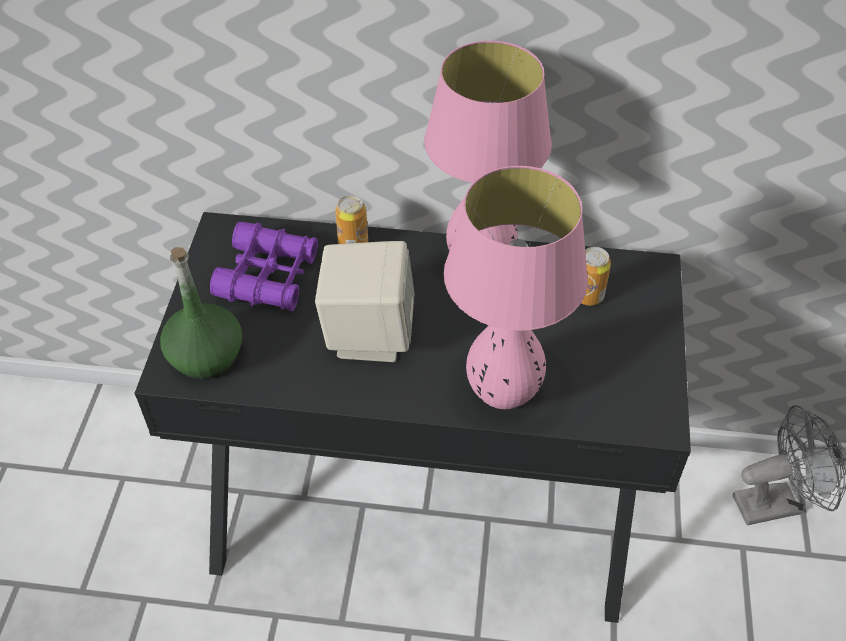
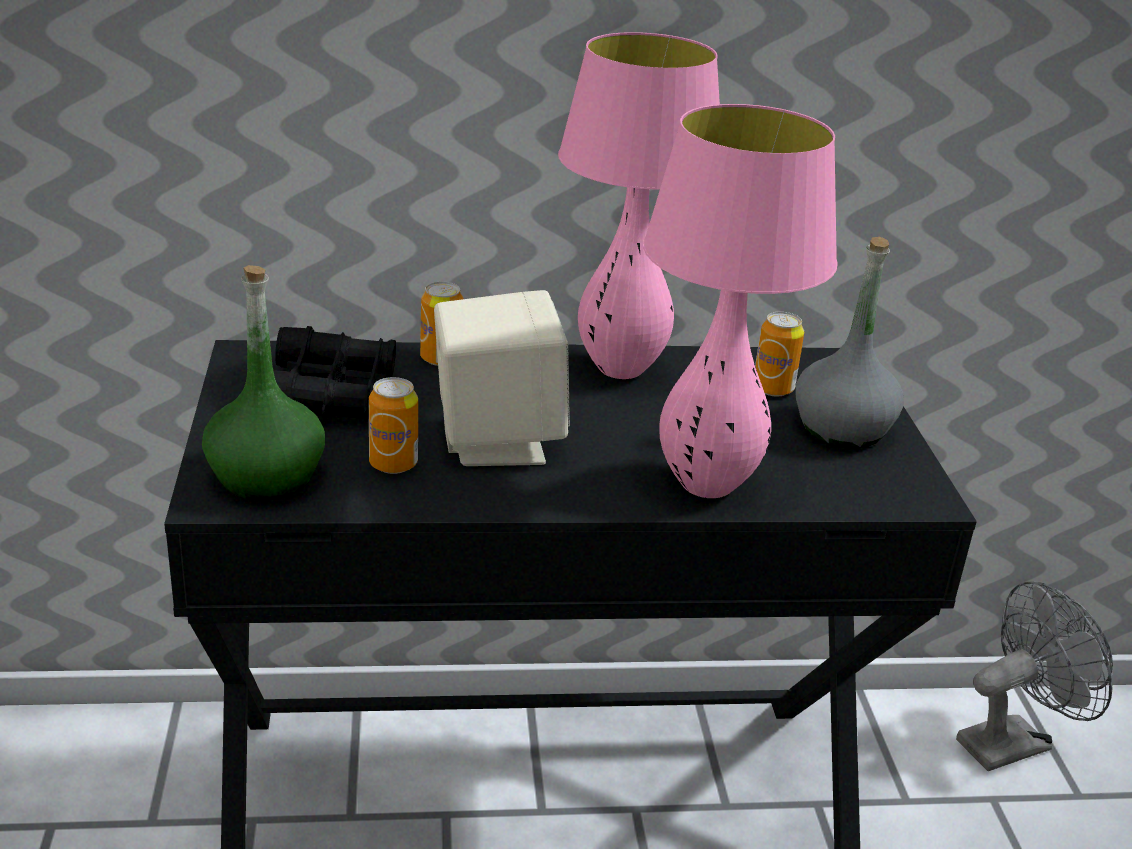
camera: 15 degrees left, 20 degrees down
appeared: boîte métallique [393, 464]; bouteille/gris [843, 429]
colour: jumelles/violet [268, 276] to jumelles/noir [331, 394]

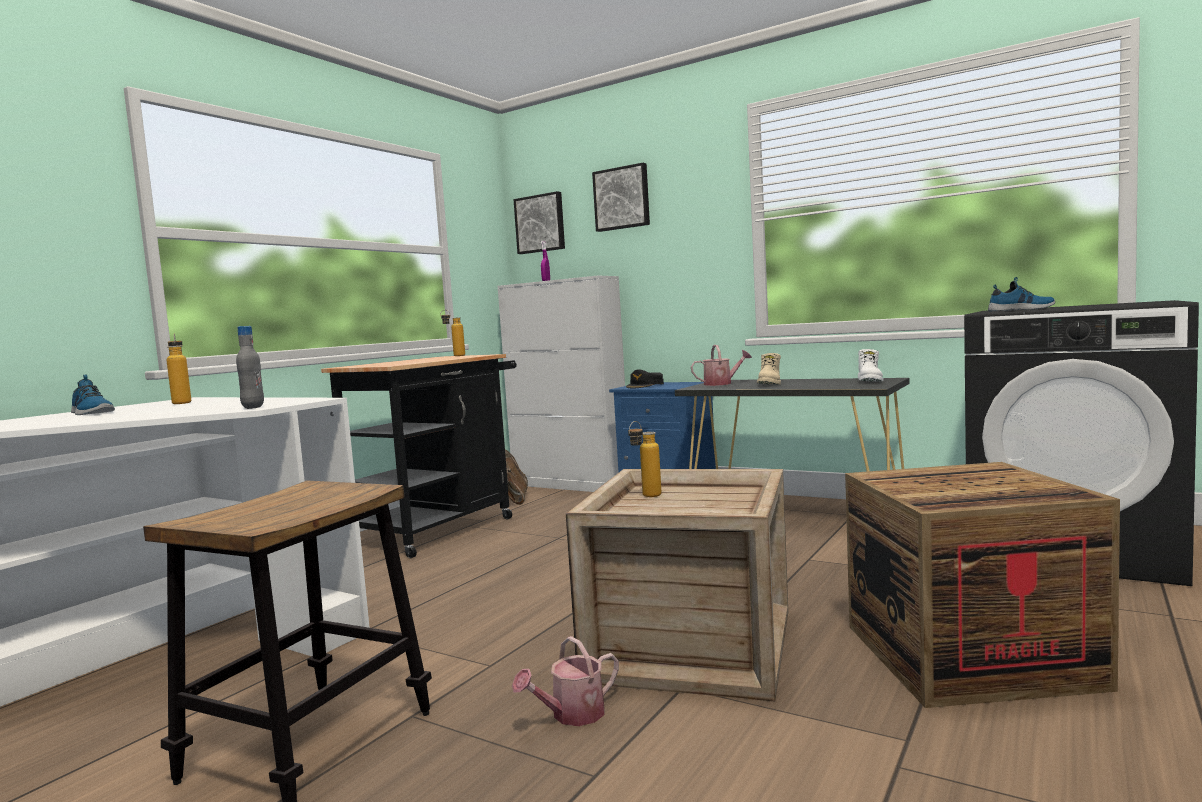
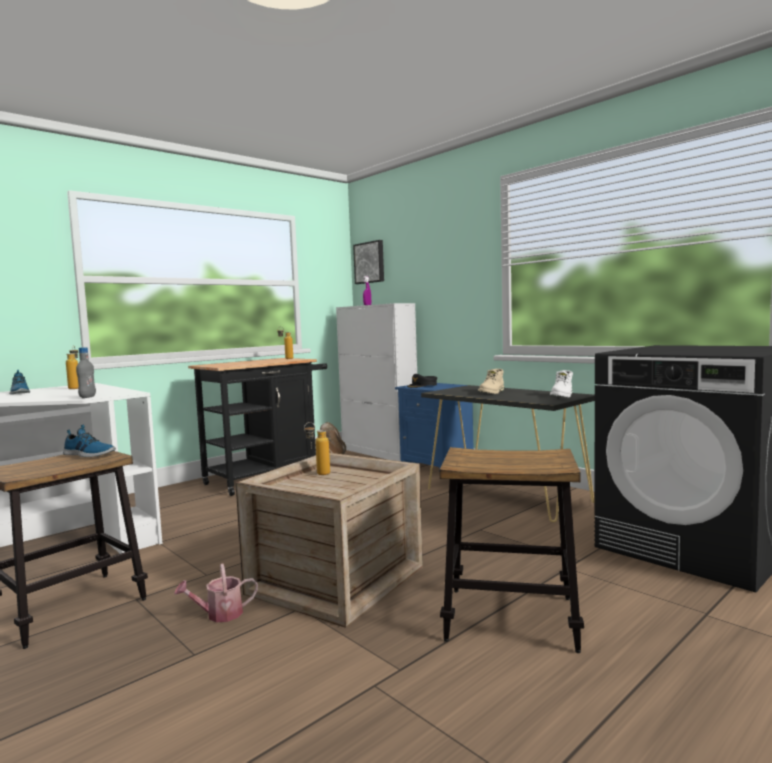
camera: 15 degrees right, 0 degrees up
missing: tableau [622, 198]; arrosoir [721, 383]
relocated: chaussure [1022, 309] to [88, 454]
exchanged: caisse [968, 655] to tabouret [510, 618]

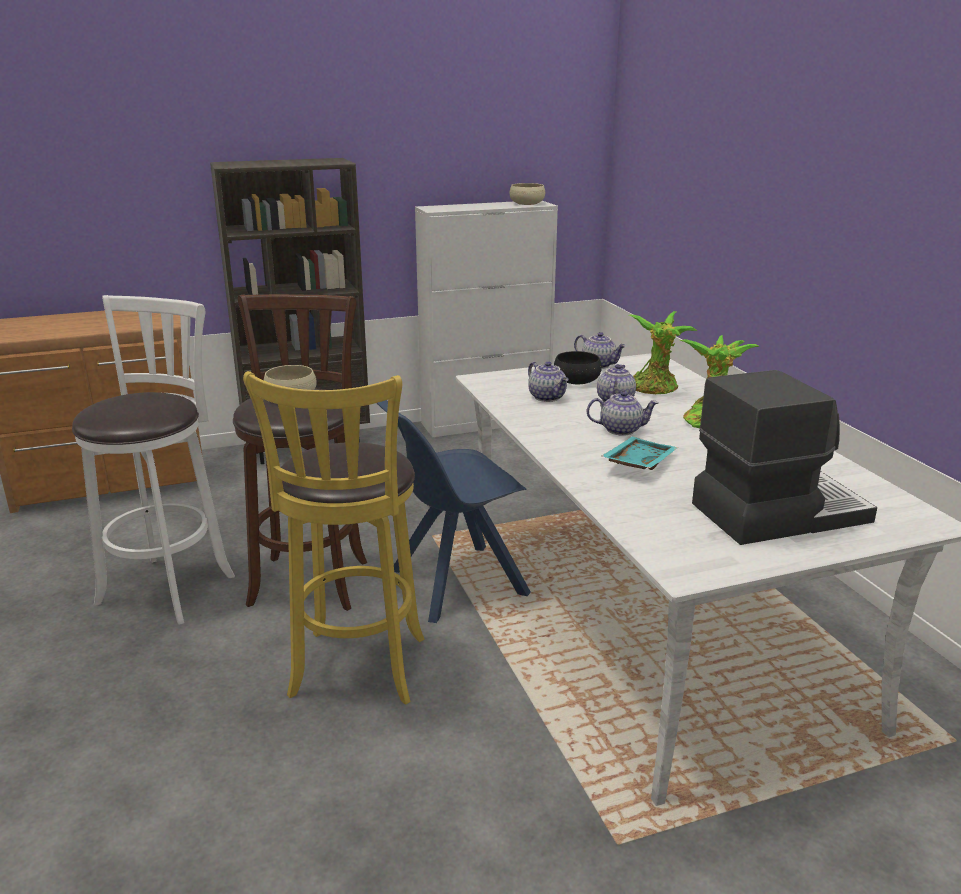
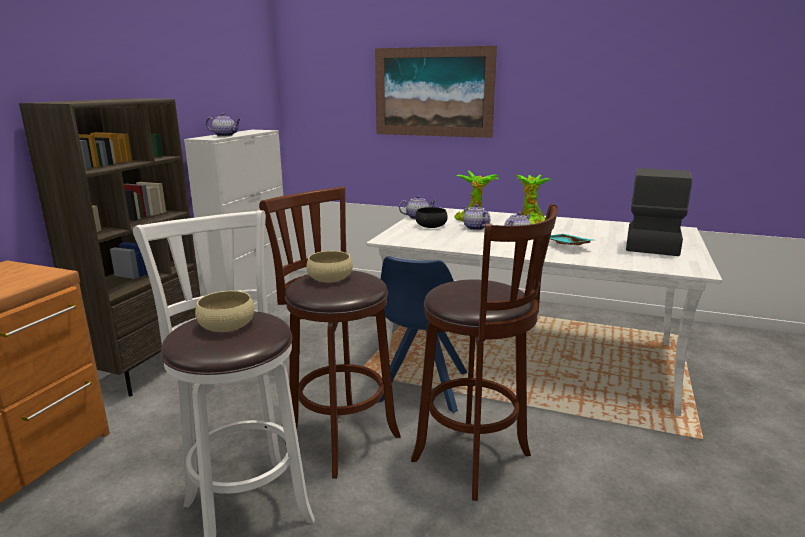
camera: 50 degrees left, 5 degrees down
appeared: tableau [433, 92]
relocated: bol/beige [527, 203] to [227, 325]; théière [548, 397] to [225, 135]
colour: tabouret/jaune [357, 671] to tabouret/marron [476, 460]

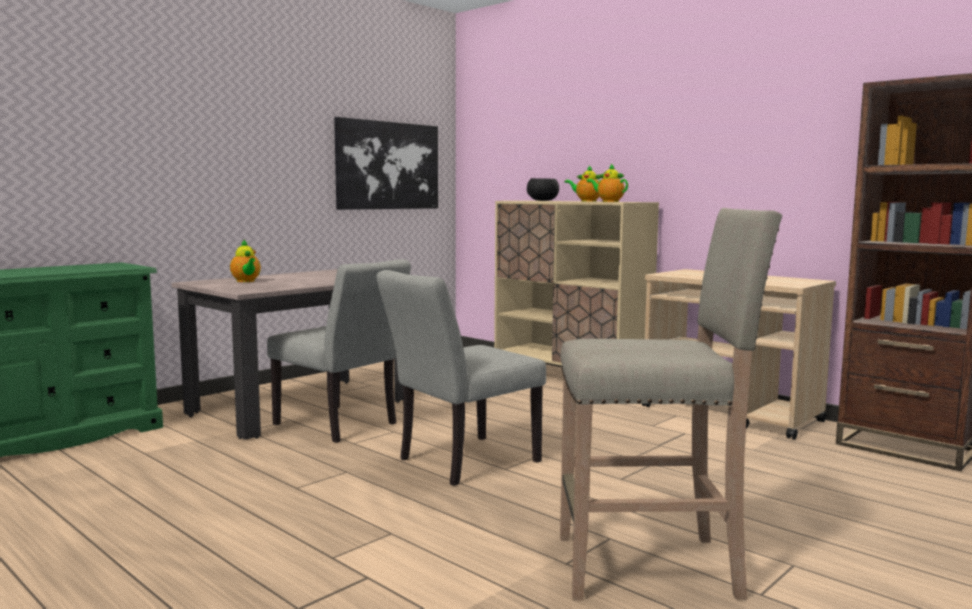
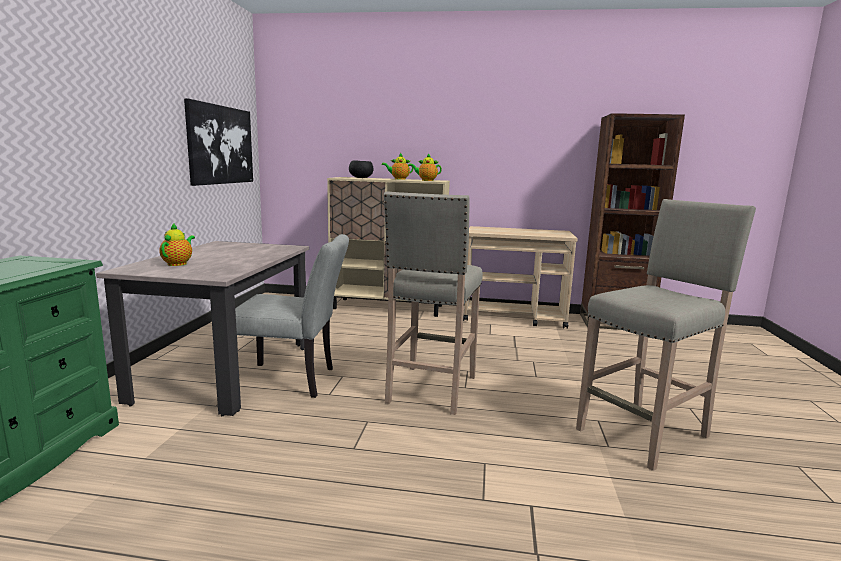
camera: 35 degrees left, 5 degrees up
exchanged: chaise/gris [460, 462] to tabouret/beige [430, 390]
spun: théière [246, 281] = [178, 263] 105 degrees counterclockwise

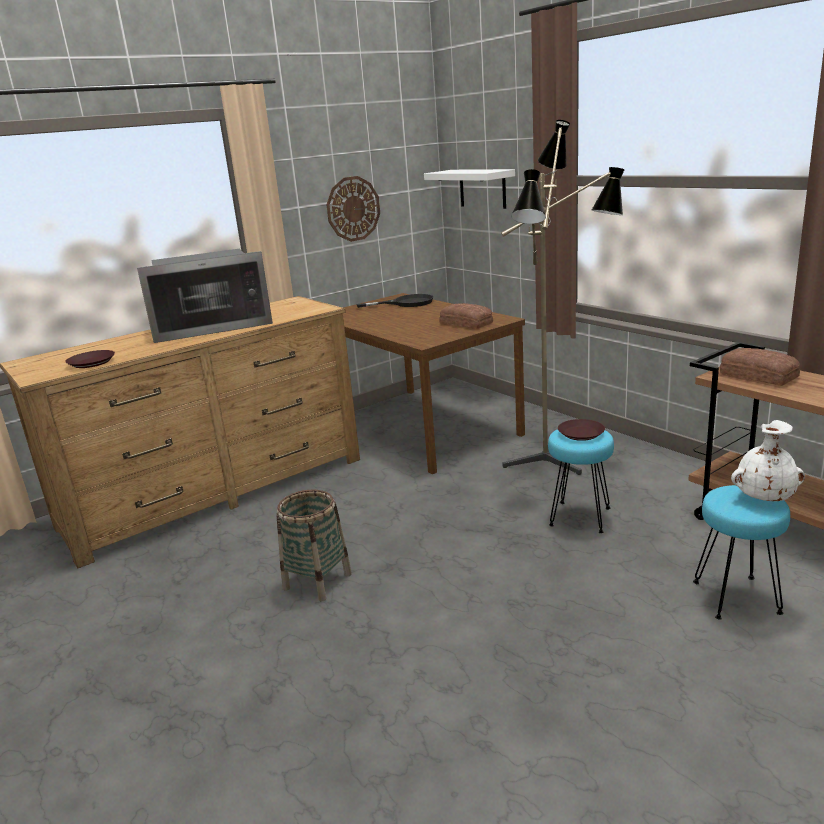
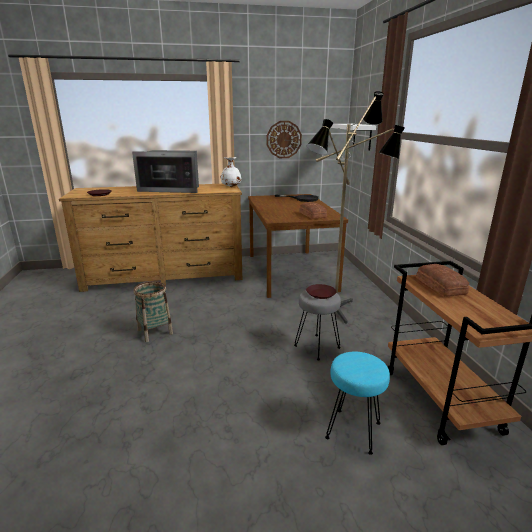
camera: 25 degrees right, 0 degrees up
relocated: vase/blanc [764, 498] to [231, 187]
colour: tabouret/turquoise [580, 517] to tabouret/gris [316, 347]

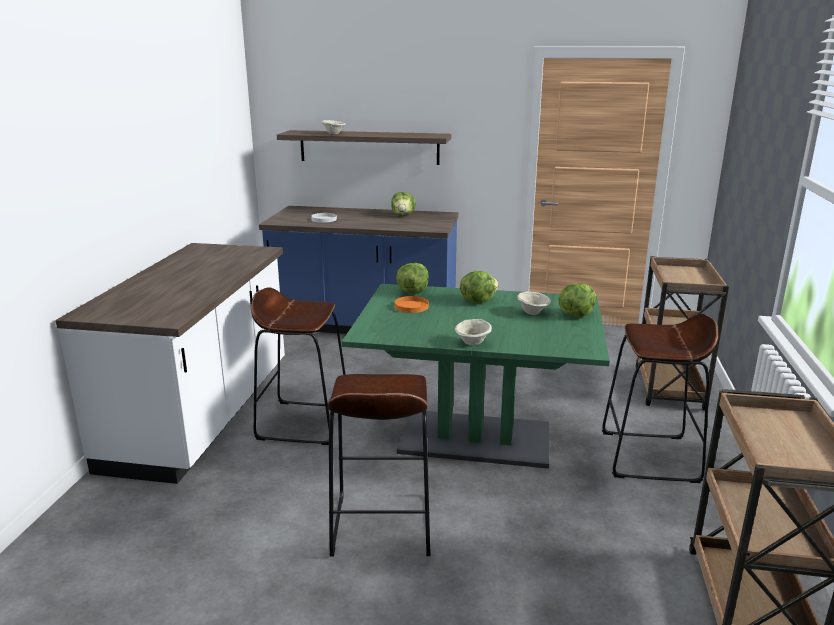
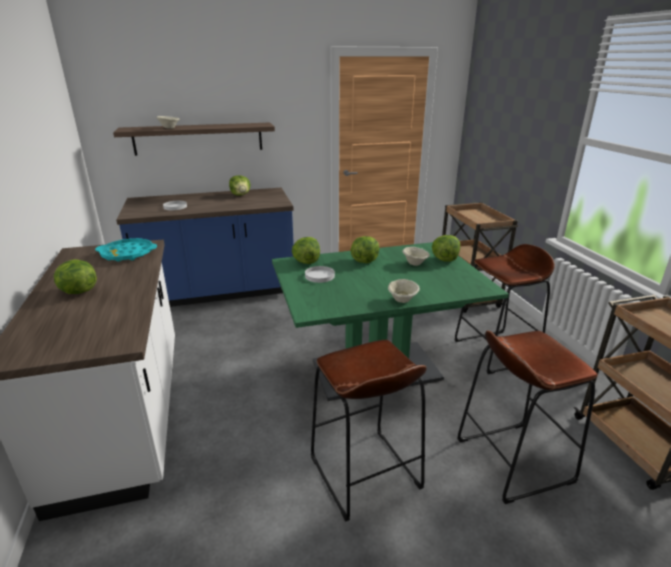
camera: 25 degrees left, 5 degrees up
appeared: laitue [78, 292]; plateau/turquoise [127, 254]
relocated: tabouret/marron [303, 422] to [513, 460]
colour: assiette/orange [411, 306] to assiette/blanc [319, 276]

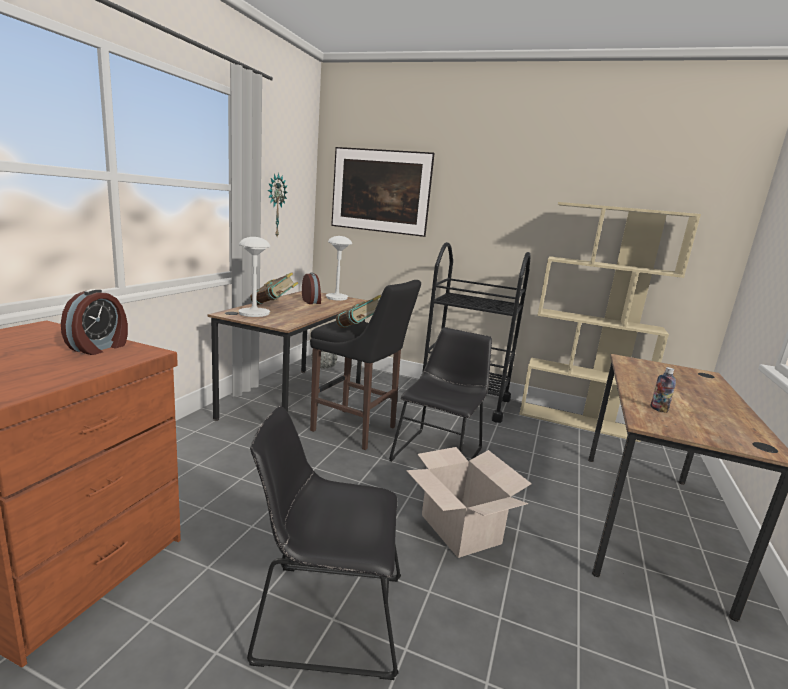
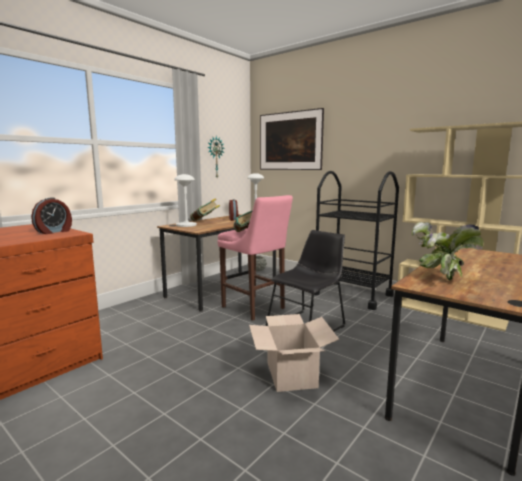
camera: 20 degrees right, 5 degrees down
missing: chaise/noir [324, 616]
exchanged: bouteille [658, 409] to plante en pot [440, 277]
colour: tabouret/noir [357, 430] to tabouret/rose [255, 308]

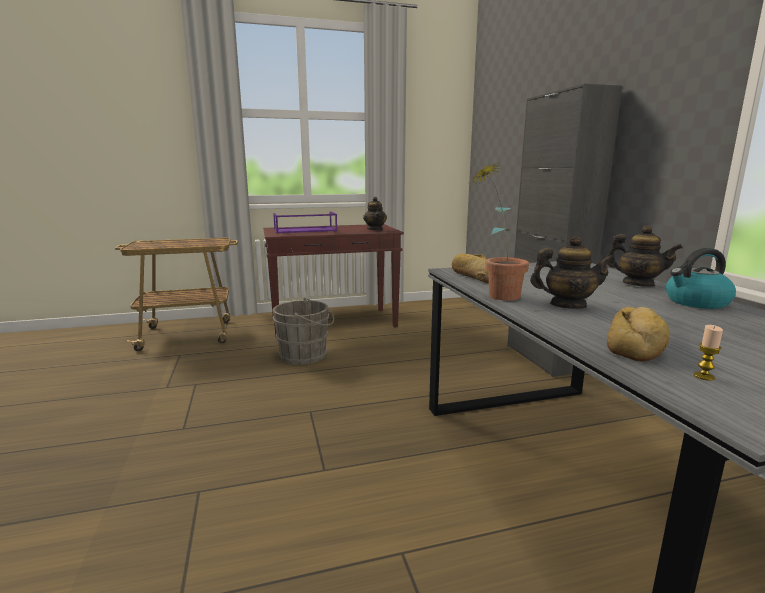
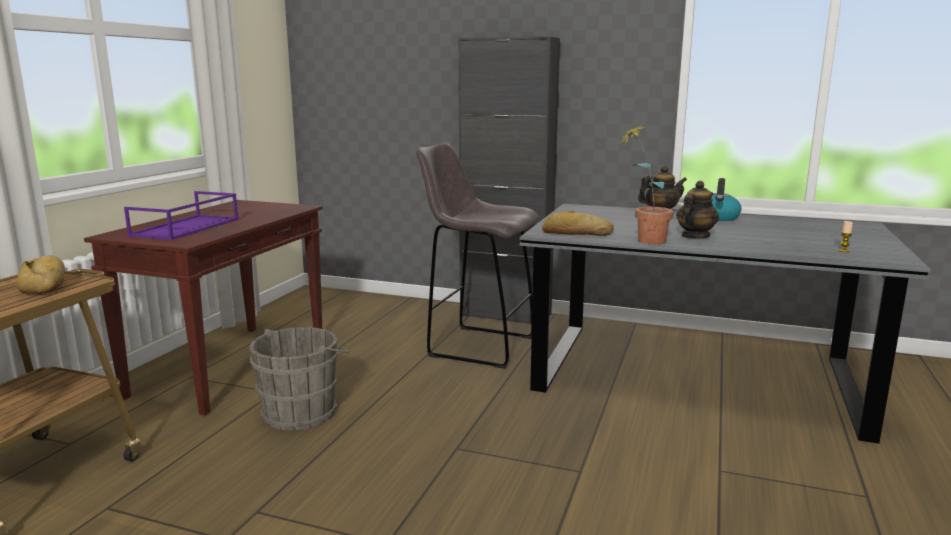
camera: 55 degrees left, 0 degrees up
missing: théière [375, 229]
appeared: tabouret/gris [478, 346]
relocated: pain [636, 342] to [46, 283]

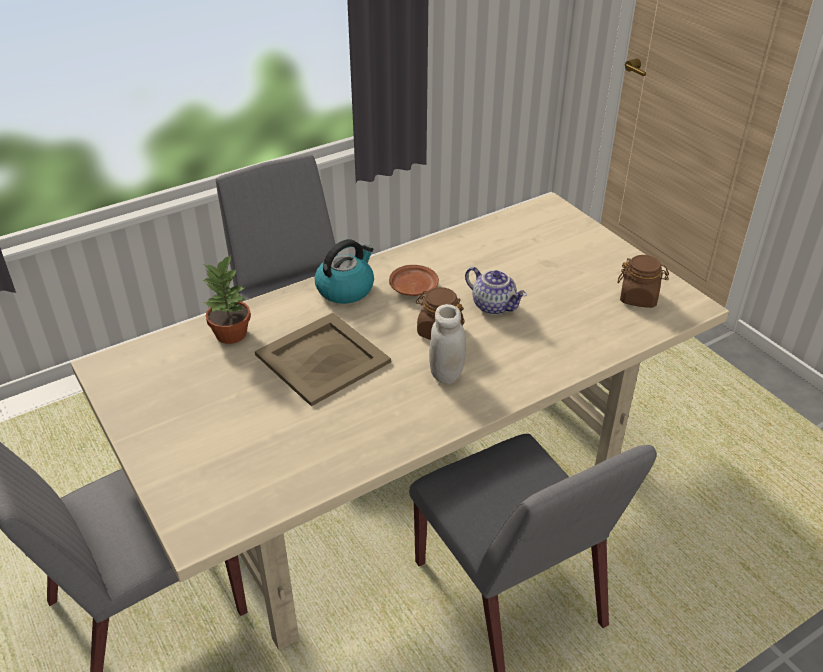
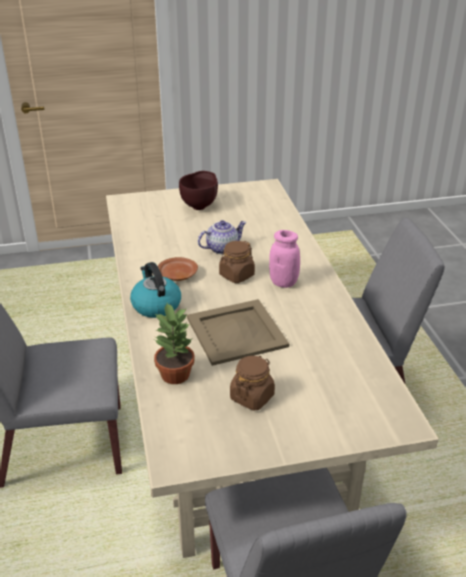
camera: 70 degrees left, 5 degrees down
appeared: bol/marron [200, 206]
relocated: bocal/marron [639, 298] to [252, 397]
colour: bocal/blanc [446, 374] to bocal/rose [283, 282]

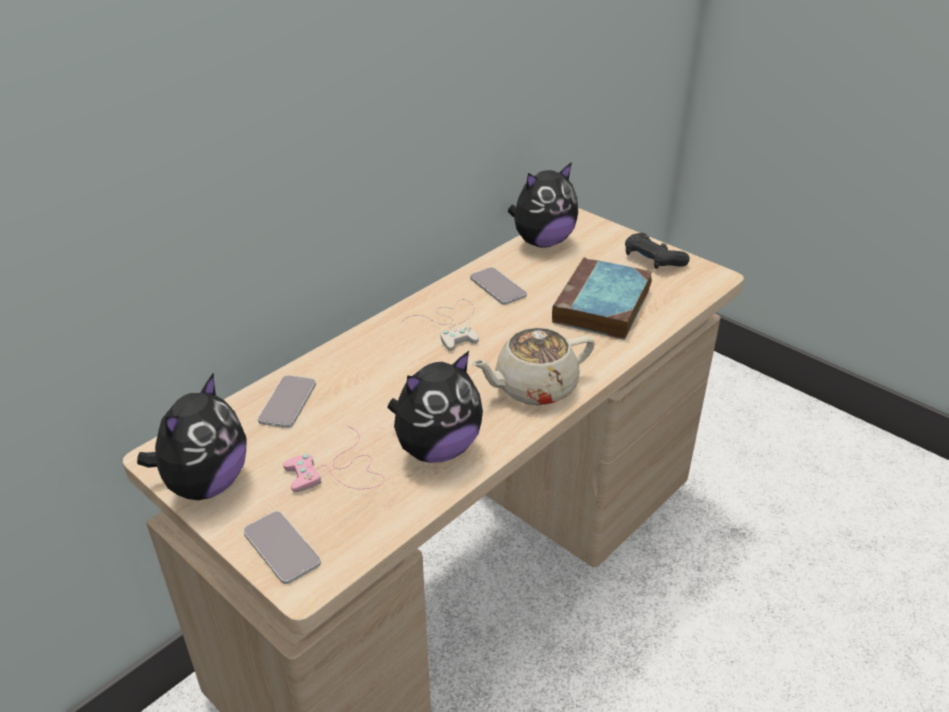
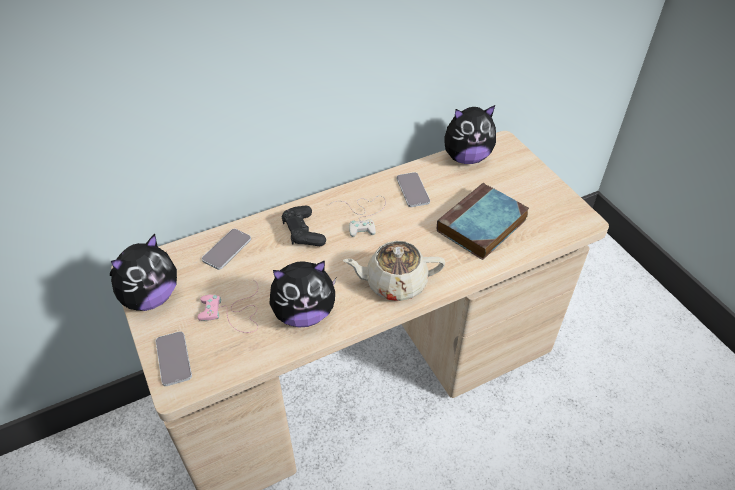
camera: 20 degrees right, 10 degrees up
relocated: manette/noir [652, 259] to [303, 232]

